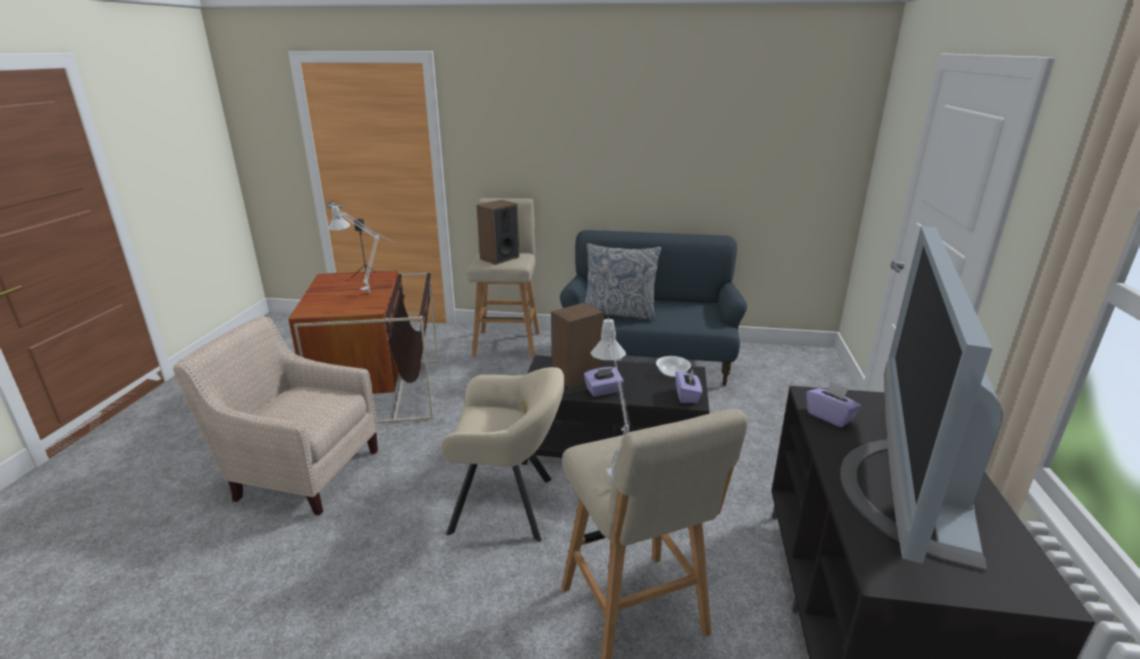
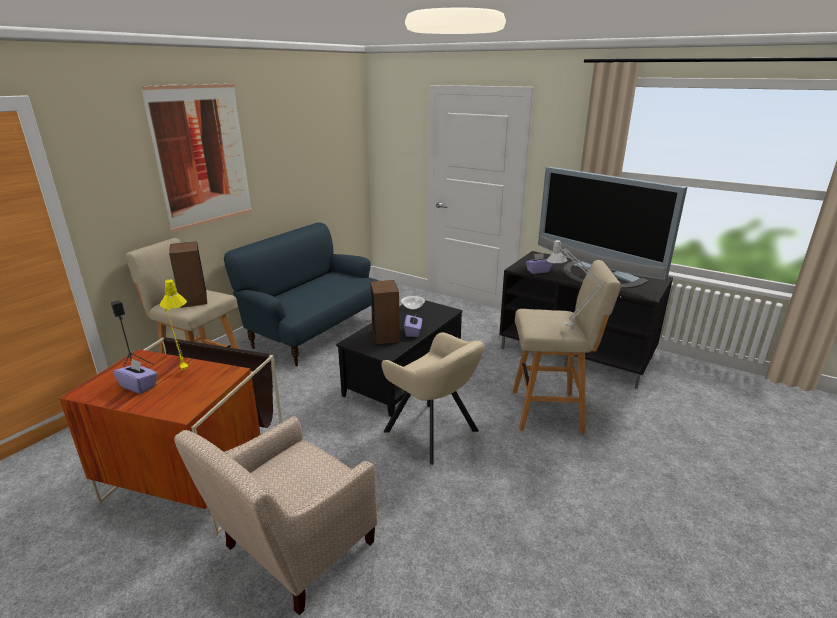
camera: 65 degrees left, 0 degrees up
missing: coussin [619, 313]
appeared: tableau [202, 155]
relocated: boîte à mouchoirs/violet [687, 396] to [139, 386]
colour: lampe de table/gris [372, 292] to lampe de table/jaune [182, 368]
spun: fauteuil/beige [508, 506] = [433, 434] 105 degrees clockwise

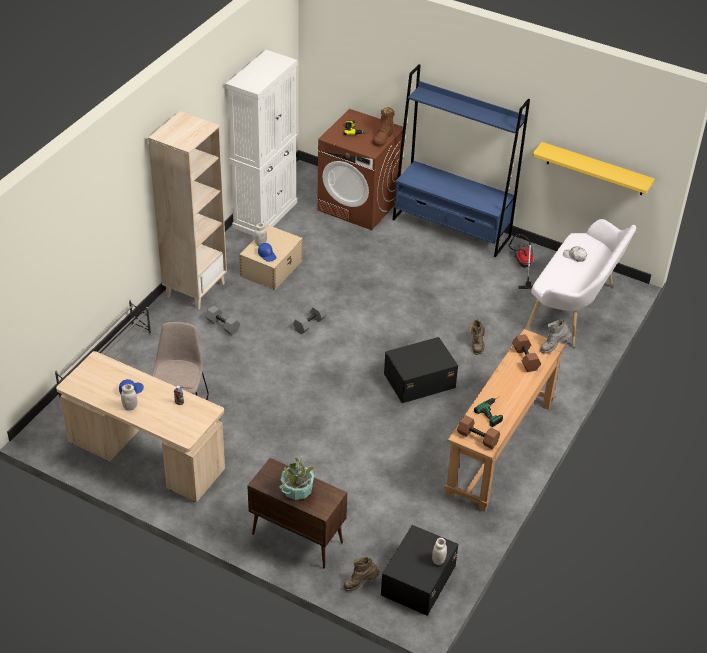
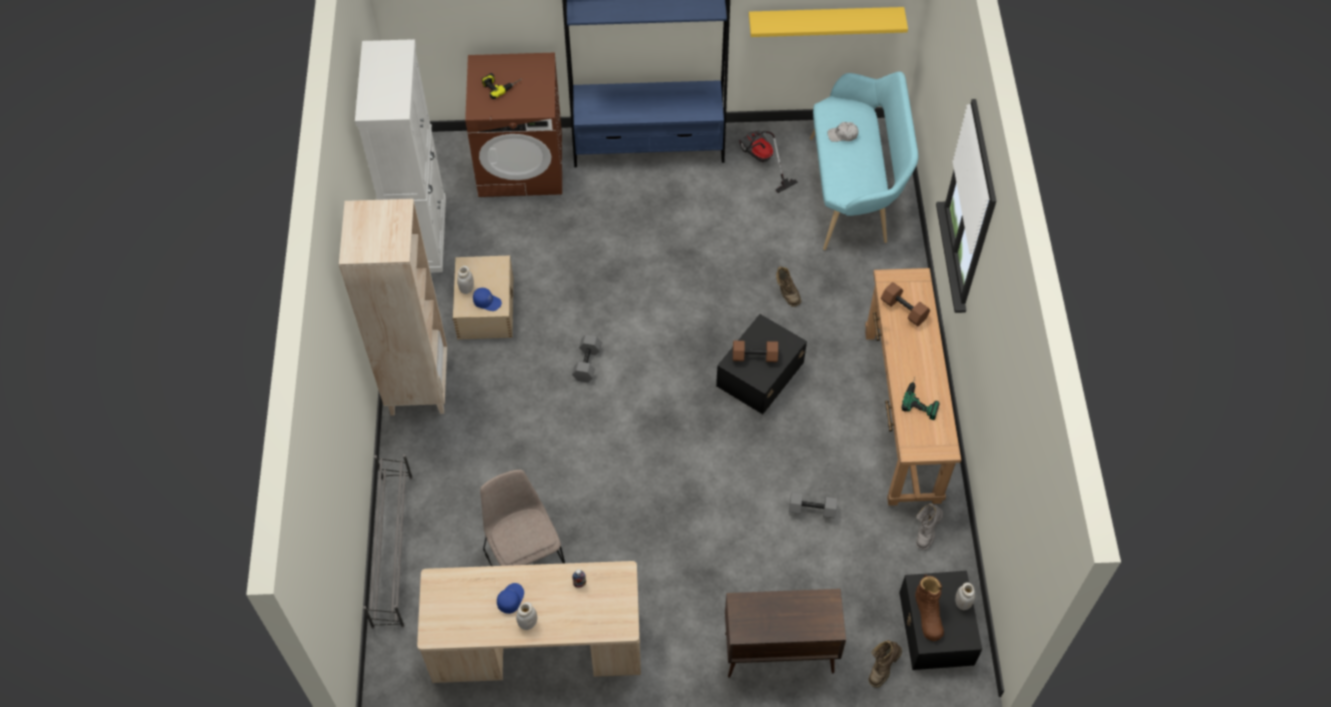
camera: 30 degrees left, 15 degrees up
missing: plante en pot [297, 490]
relocated: haltère/gris [222, 325] to [811, 510]; botte/marron [383, 137] to [928, 615]; haltère/marron [478, 437] to [755, 356]; botte/gris [553, 346] to [926, 532]
colour: banc/blanc [574, 310] to banc/turquoise [854, 191]

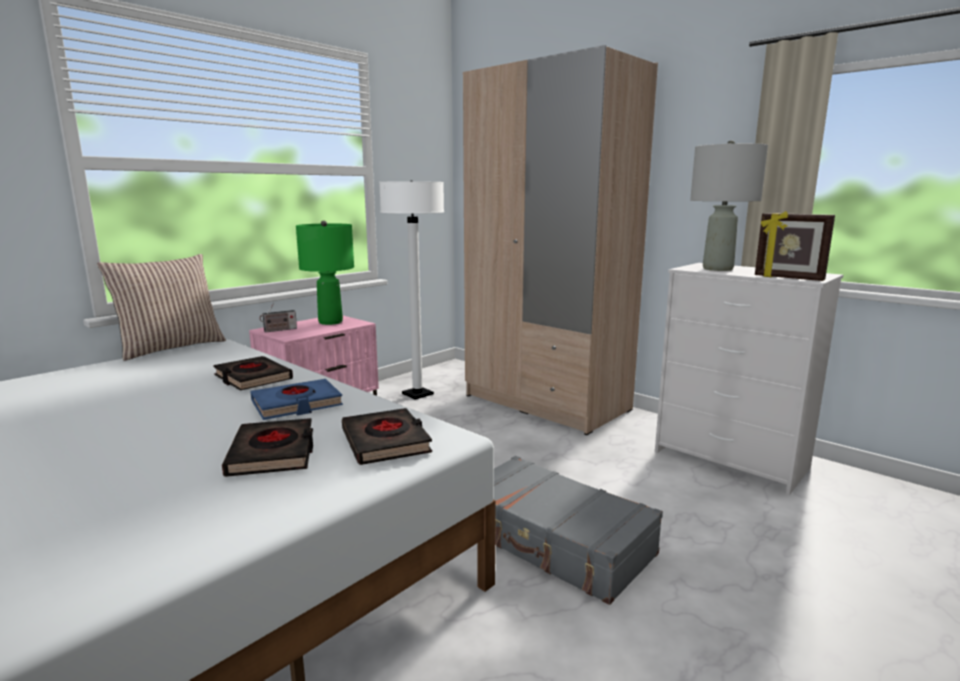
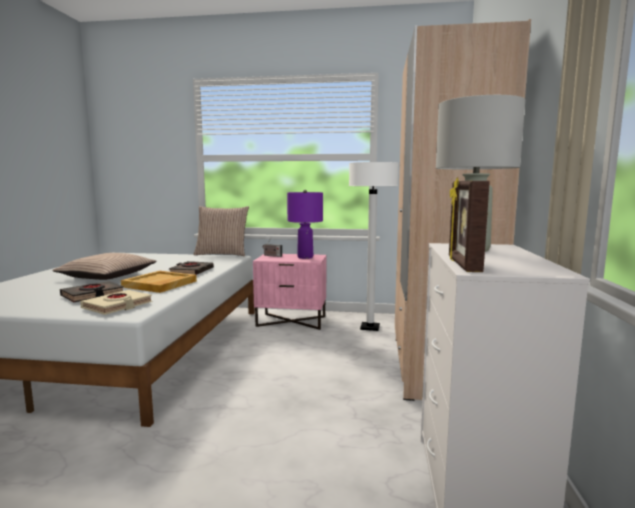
camera: 55 degrees right, 5 degrees down
missing: valise/gris [554, 541]
appeared: coussin [107, 276]
exchanged: livre/bleu [297, 404] to plateau/beige [160, 284]
colour: lampe de table/vert [331, 322] to lampe de table/violet [305, 257]; livre/noir [386, 442] to livre/beige [117, 306]

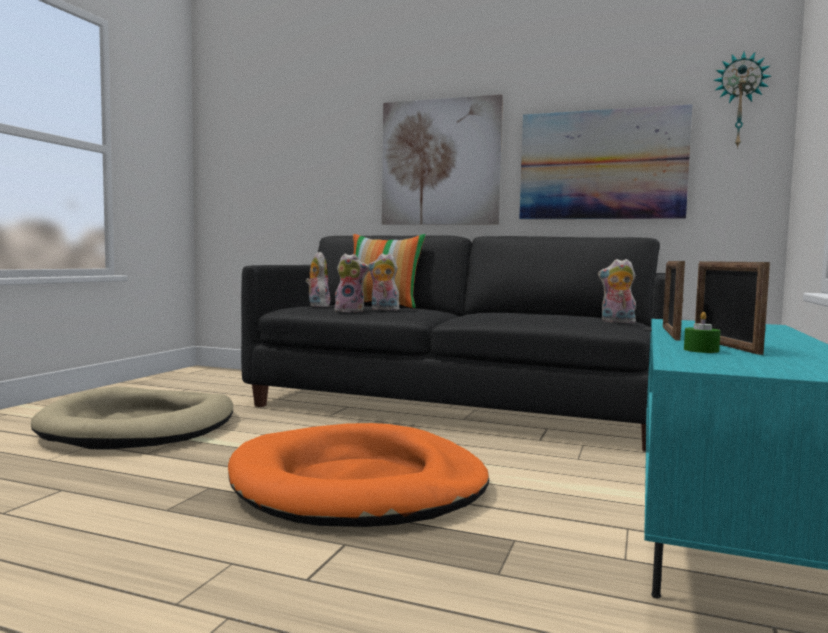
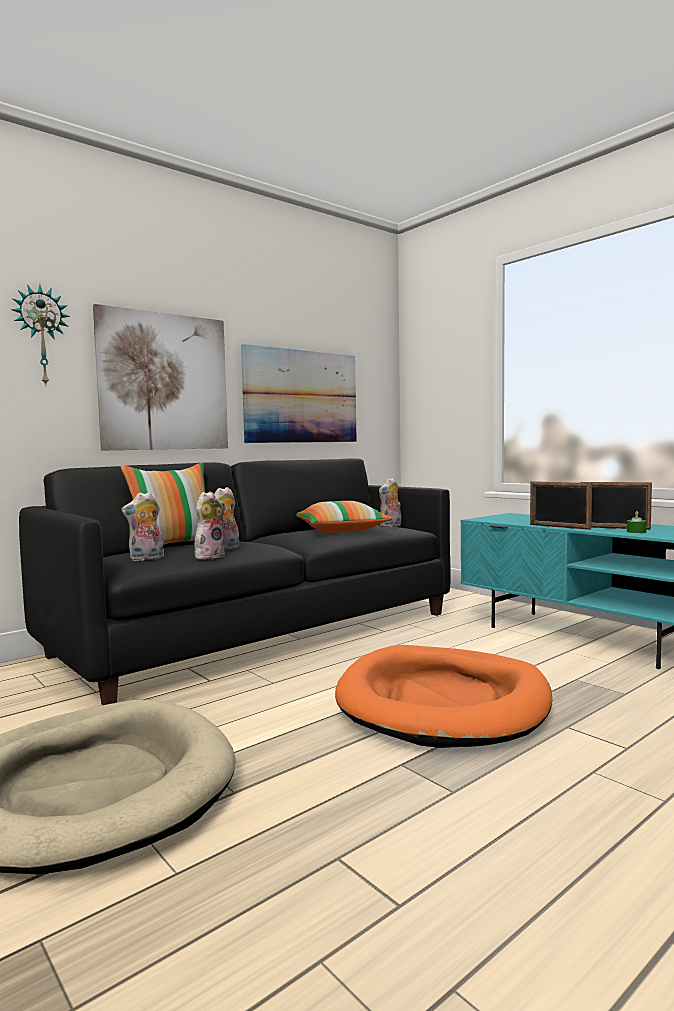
camera: 60 degrees left, 0 degrees up
appeared: coussin [340, 531]
relocated: horloge murale [740, 100] to [41, 336]
spun: peluche [317, 306] = [146, 559] 45 degrees counterclockwise

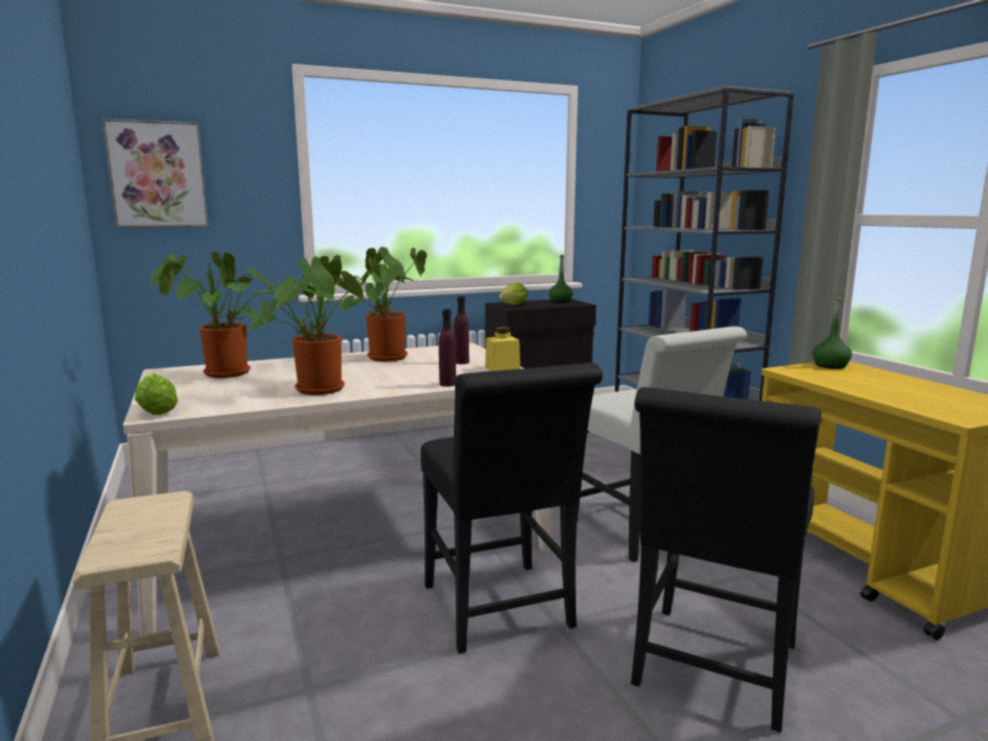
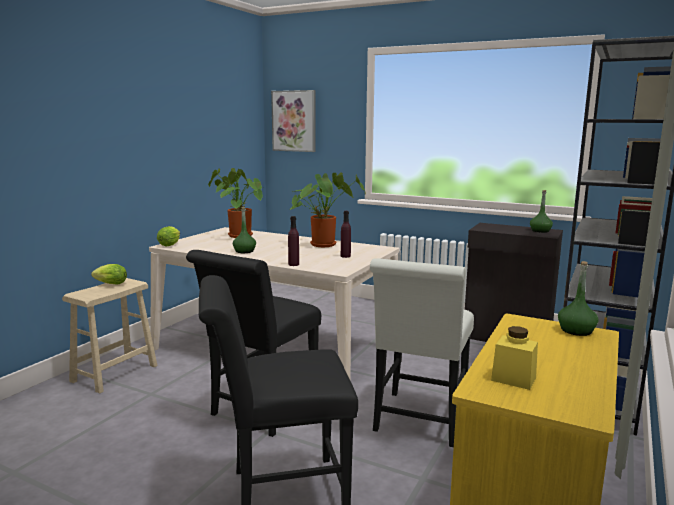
camera: 50 degrees right, 0 degrees up
relocated: bocal/jaune [502, 368] to [513, 379]; laitue [512, 305] to [109, 284]
exchanged: plante en pot [322, 388] to bouteille/vert [244, 251]

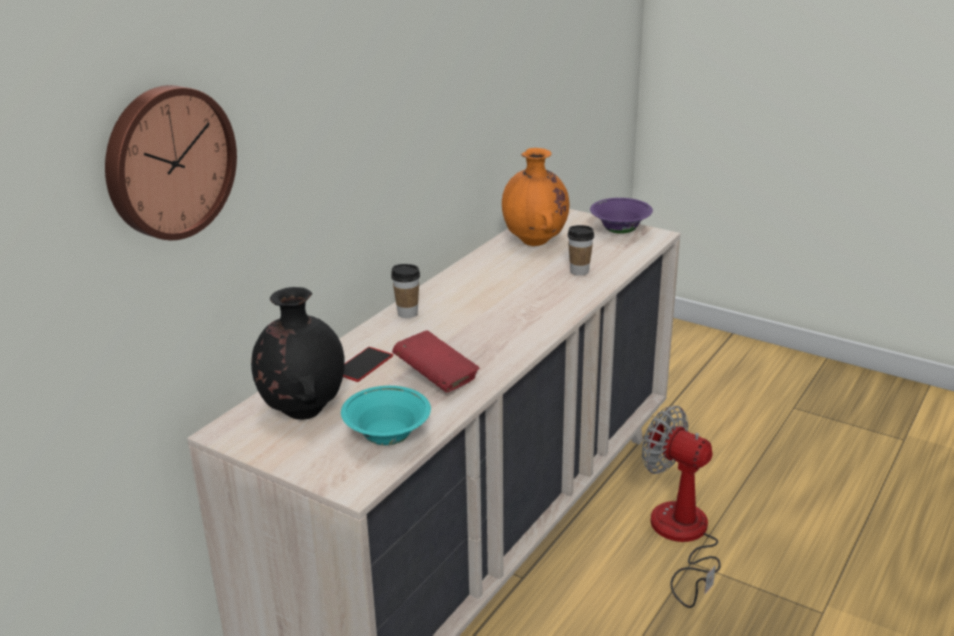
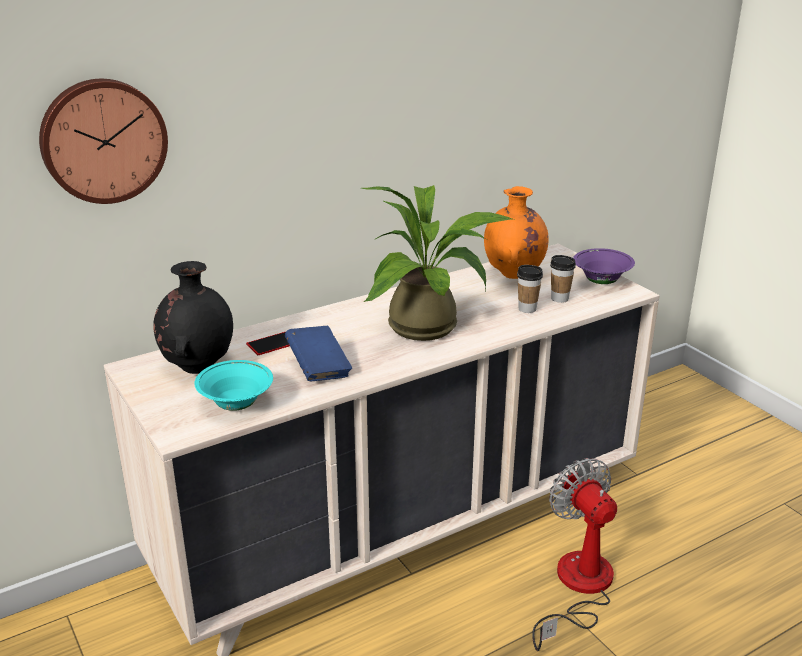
camera: 25 degrees right, 0 degrees up
appeared: plante en pot [432, 327]
relocated: tasse [407, 313] to [559, 298]
colour: livre/rouge [436, 378] to livre/bleu [318, 368]

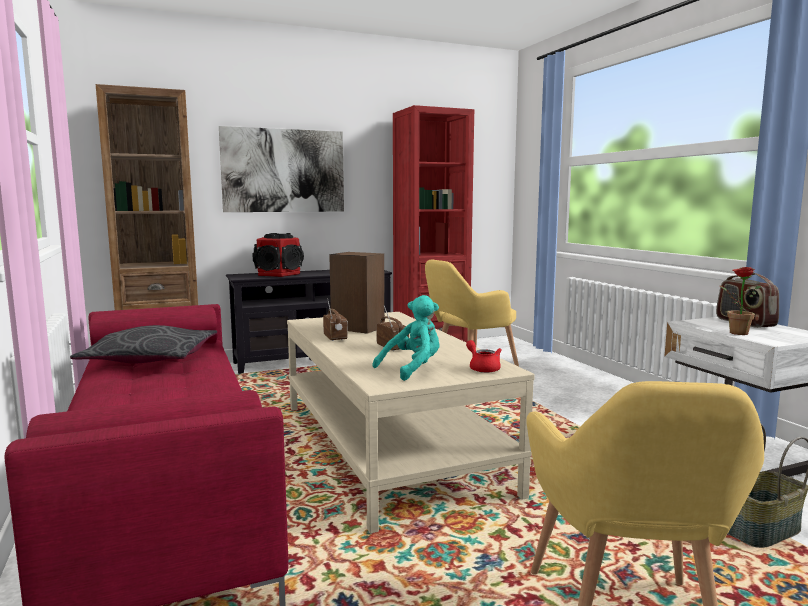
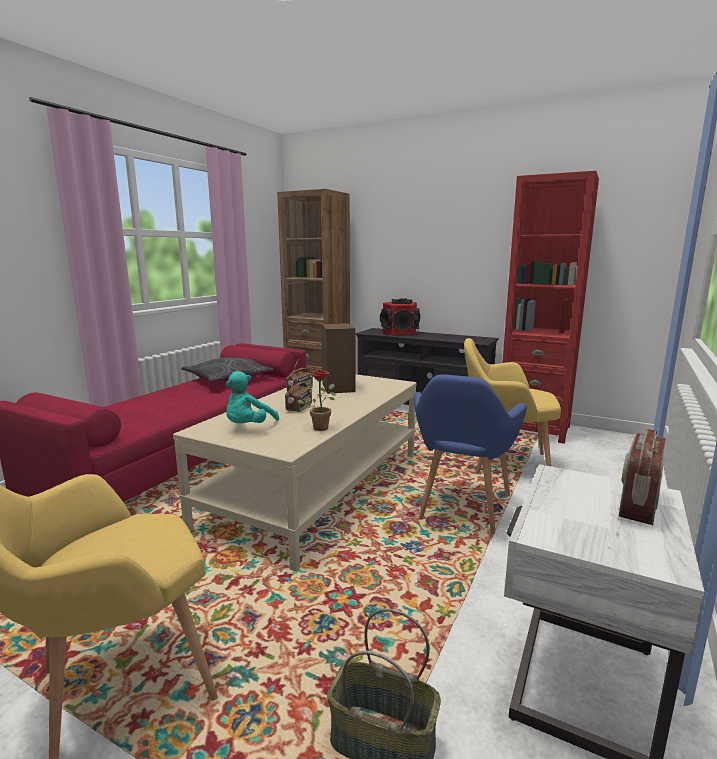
camera: 50 degrees right, 5 degrees up
missing: tableau [284, 171]; théière/rouge [482, 368]
appeared: fauteuil/bleu [460, 510]
relocated: plante en pot [734, 332] to [321, 427]
spun: peluche/turquoise [413, 369] = [248, 427] 105 degrees clockwise

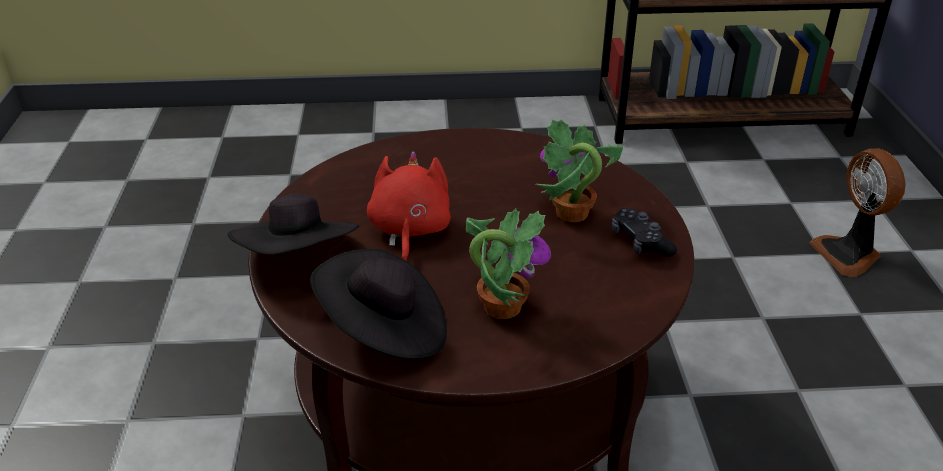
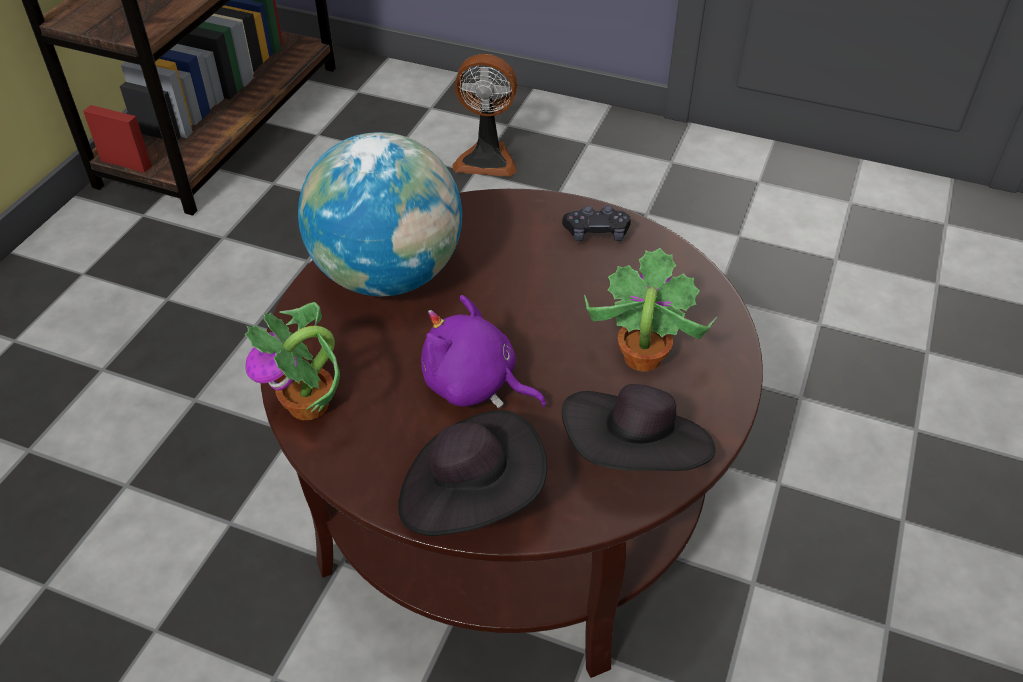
camera: 65 degrees left, 10 degrees up
appeared: globe [388, 275]
relocated: plante en pot [571, 214] to [309, 406]
colour: peluche/rouge [409, 231] to peluche/violet [475, 385]

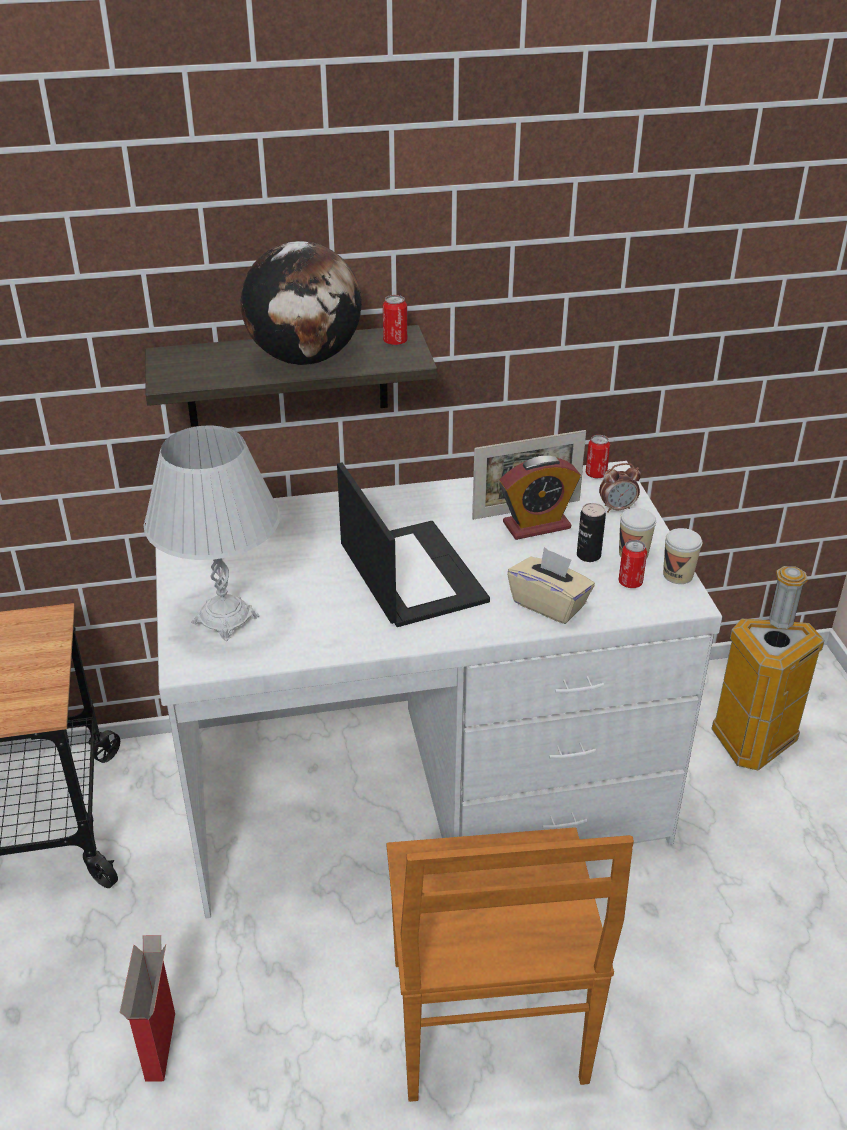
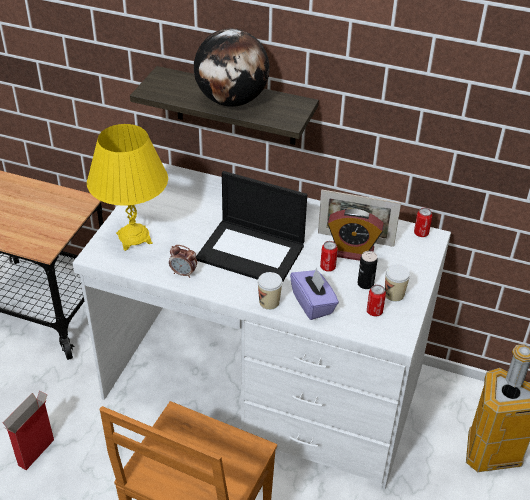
camera: 30 degrees right, 5 degrees up
relocated: boîte métallique [395, 342] to [327, 267]; réveil [617, 508] to [183, 273]; tasse [678, 575] to [269, 302]
colour: lampe de table/blanc [225, 619] to lampe de table/jaune [134, 238]; boîte à mouchoirs/beige [549, 604] to boîte à mouchoirs/violet [313, 304]
spun: ordinateur portable [410, 573] = [252, 252] 105 degrees clockwise

